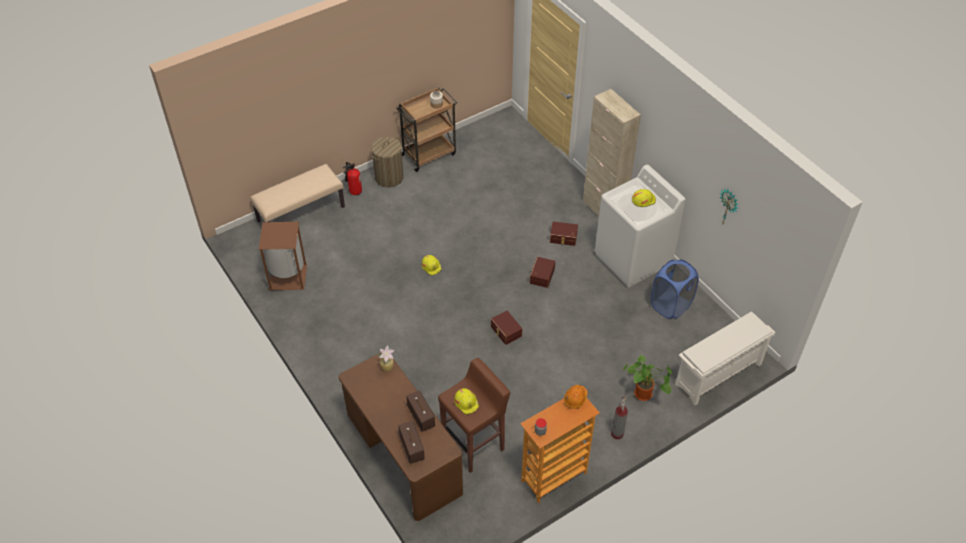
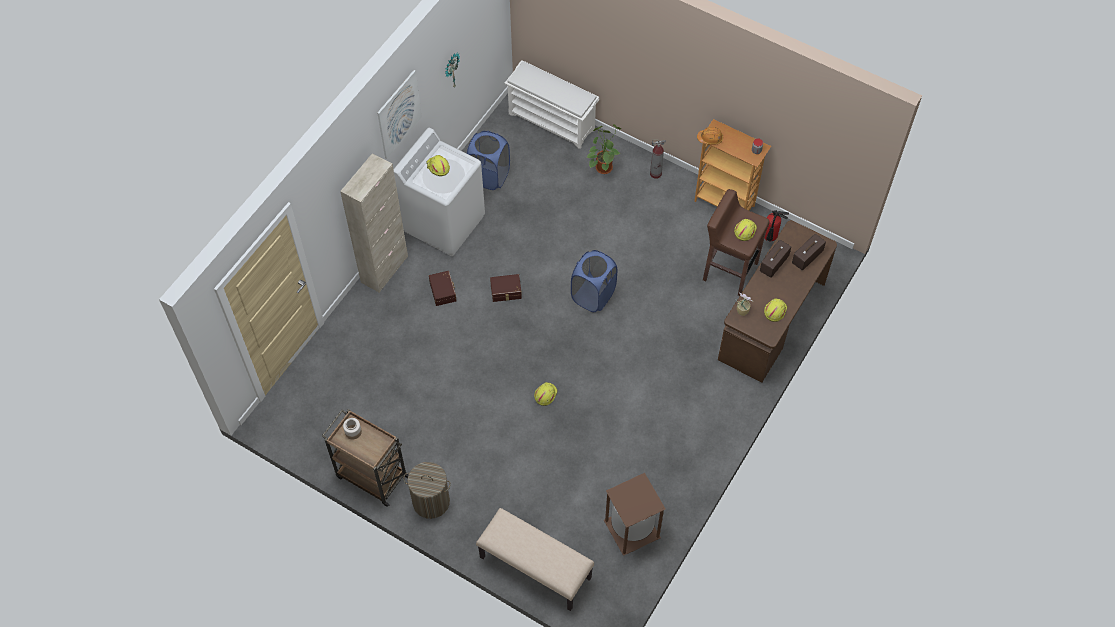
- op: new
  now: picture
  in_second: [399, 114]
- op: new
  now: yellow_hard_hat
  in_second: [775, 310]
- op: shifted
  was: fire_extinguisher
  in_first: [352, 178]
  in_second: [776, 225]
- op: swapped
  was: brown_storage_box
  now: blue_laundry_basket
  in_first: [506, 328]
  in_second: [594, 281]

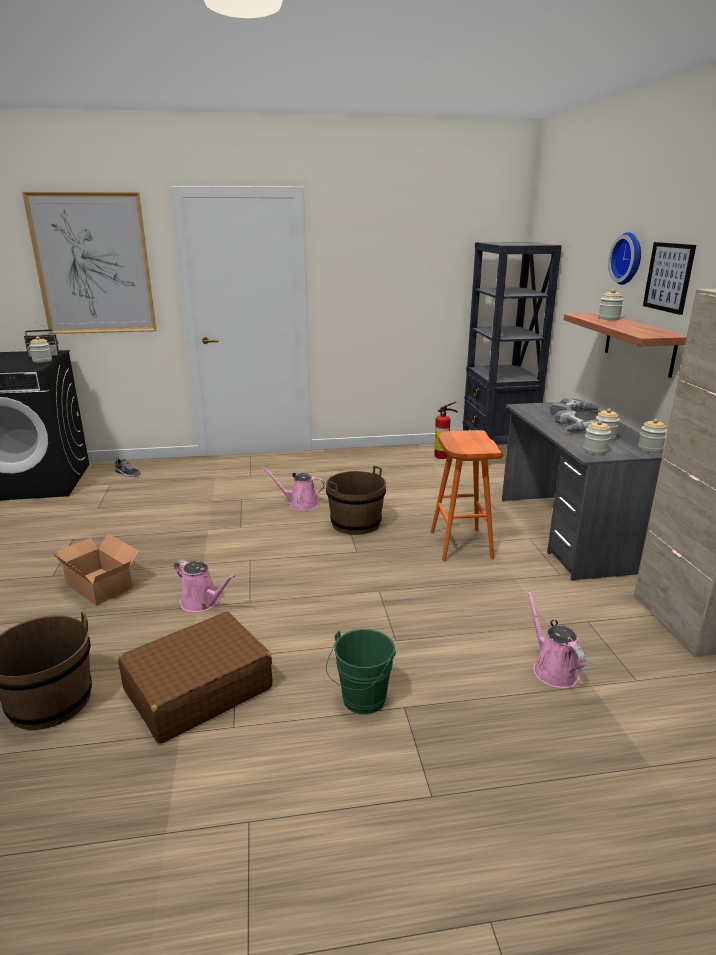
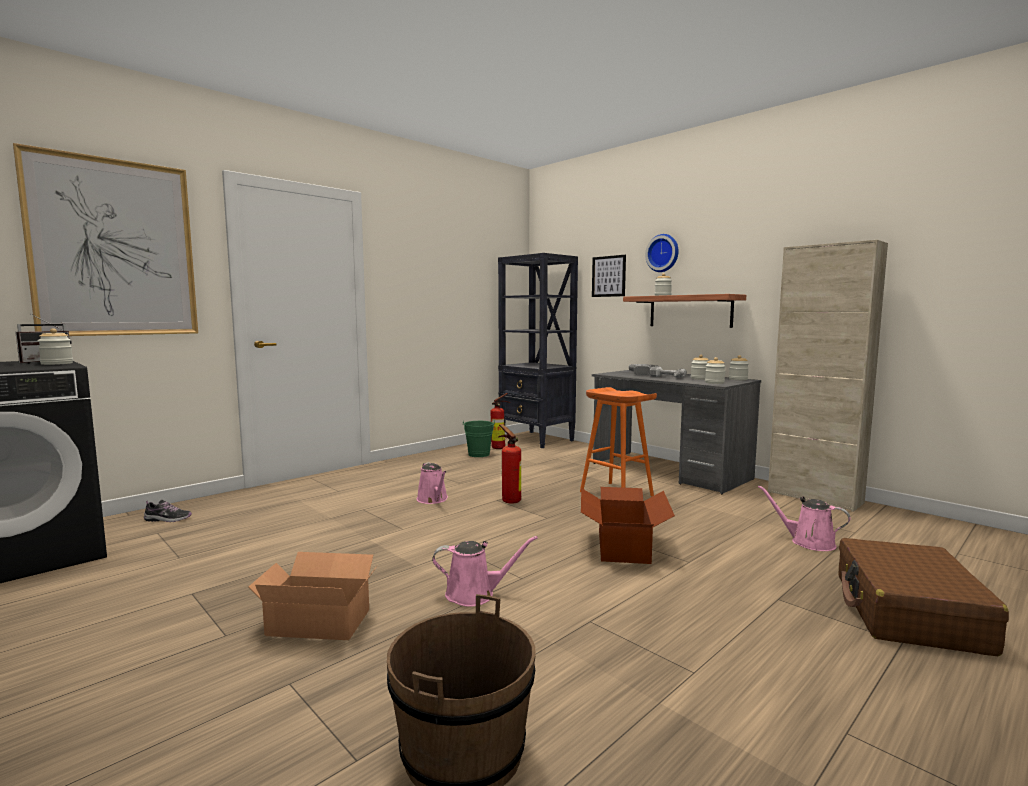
- op: new
  now: cardboard_box
  in_second: [628, 525]
- op: shifted
  was: brown_suitcase
  in_first: [195, 678]
  in_second: [924, 597]
- op: shifted
  was: green_bucket
  in_first: [361, 672]
  in_second: [479, 438]
- op: shifted
  was: picture
  in_first: [669, 278]
  in_second: [609, 276]
- op: swapped
  was: brown_bucket
  now: fire_extinguisher
  in_first: [356, 500]
  in_second: [509, 463]
- op: rotated
  was: pink_watering_can
  in_first: [294, 489]
  in_second: [432, 483]
  clockwise: -90

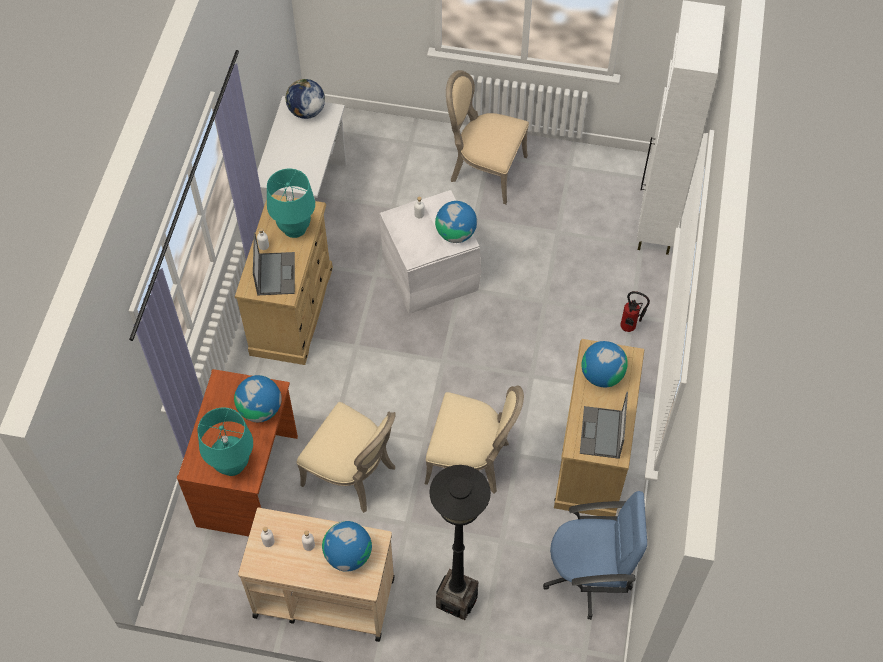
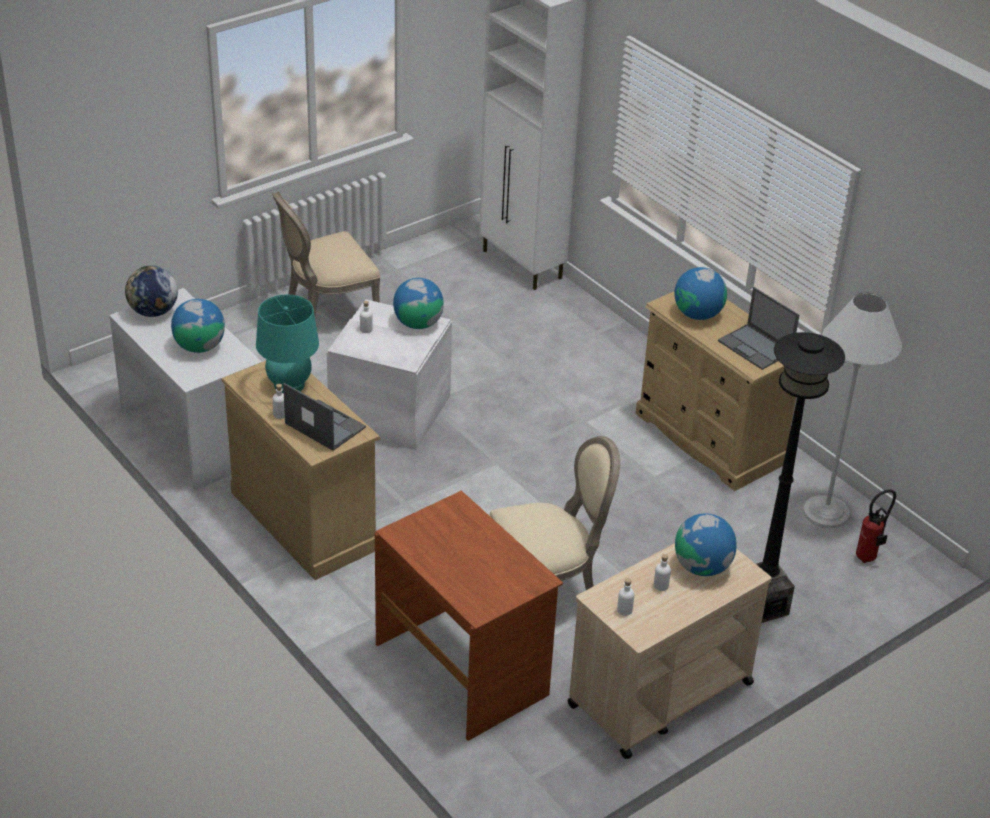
- op: gone
  was: turquoise_table_lamp
  in_first: [225, 441]
- op: gone
  was: beige_chair
  in_first: [474, 439]
- op: shifted
  was: globe
  in_first: [258, 398]
  in_second: [198, 326]
- op: shifted
  was: fire_extinguisher
  in_first: [635, 311]
  in_second: [876, 526]
- op: swapped
  was: blue_office_chair
  now: white_floor_lamp
  in_first: [595, 555]
  in_second: [852, 410]

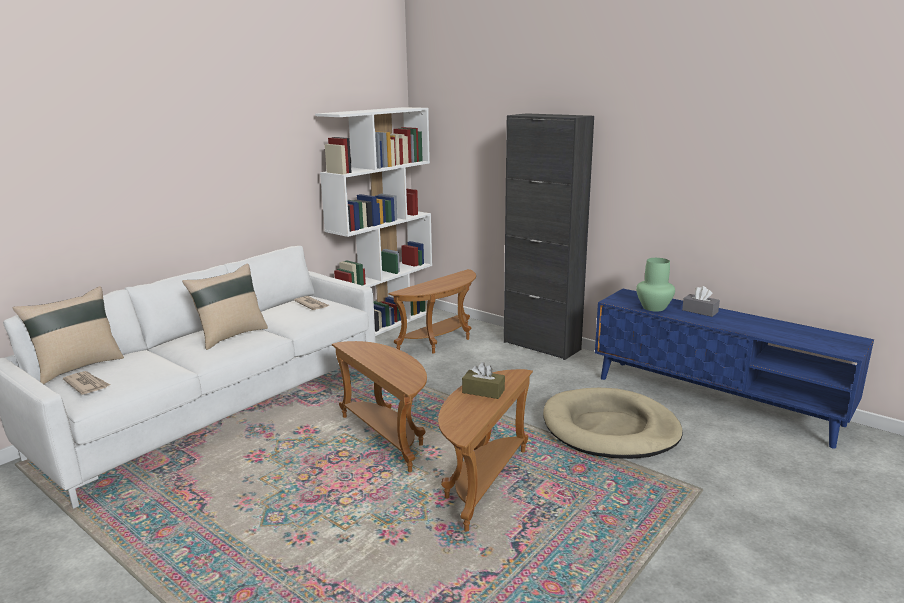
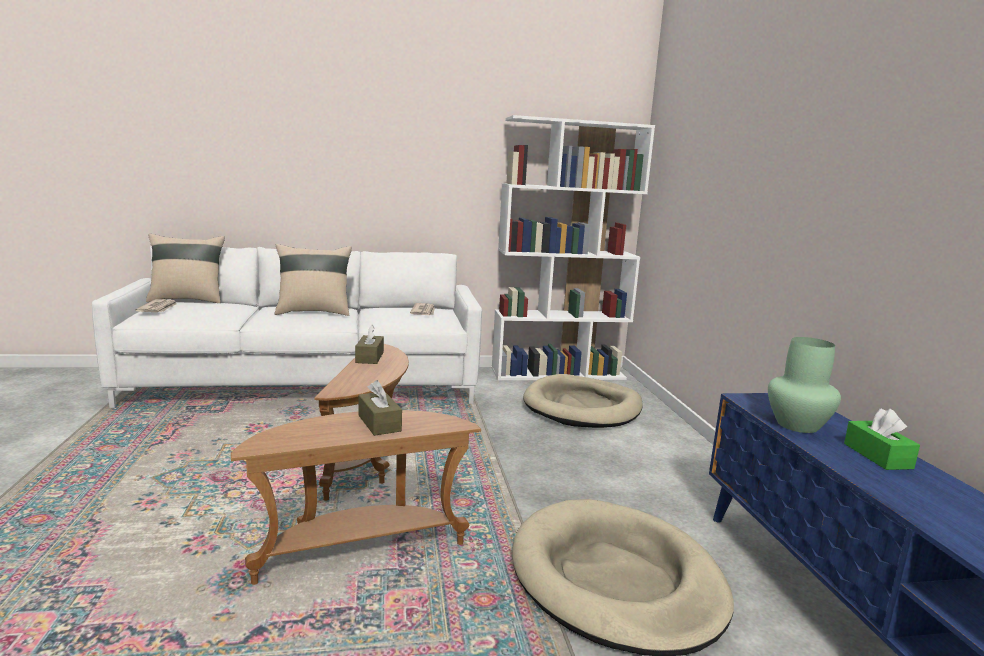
- op: gone
  was: black_cabinet
  in_first: [549, 236]
- op: new
  now: brown_tissue_box
  in_second: [369, 344]
- op: swapped
  was: brown_side_table
  now: beige_dog_bed
  in_first: [432, 311]
  in_second: [583, 401]
- op: repainted
  was: grey_tissue_box
  now: green_tissue_box
  in_first: [701, 301]
  in_second: [882, 439]

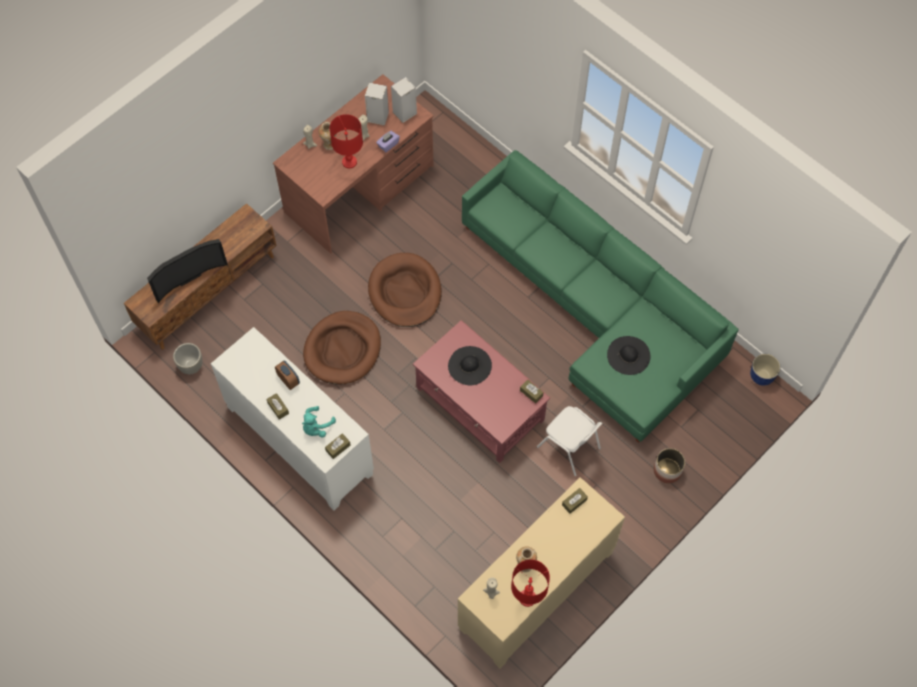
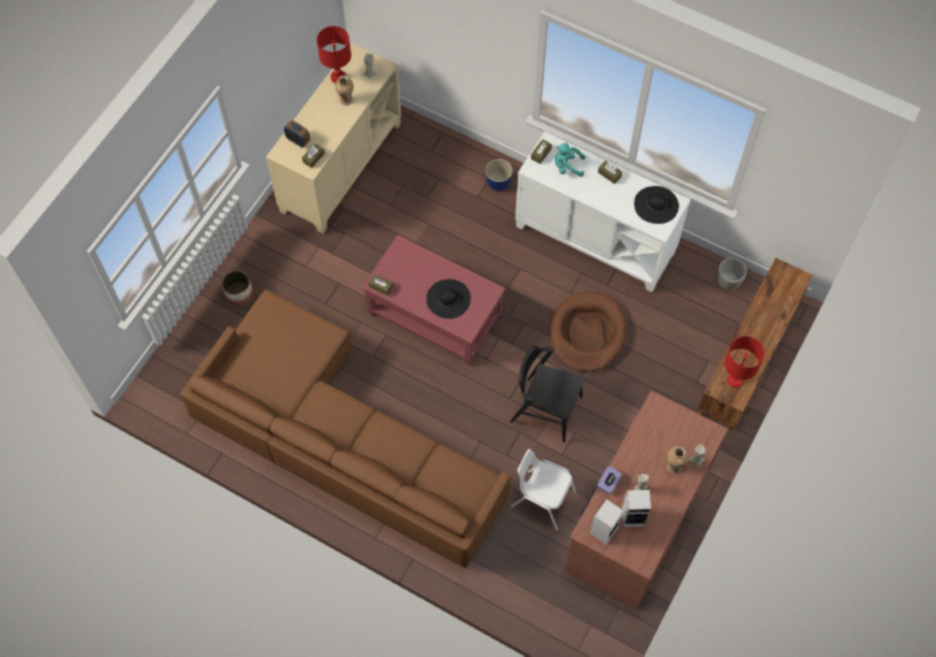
- op: gone
  was: television
  in_first: [187, 271]
- op: shifted
  was: alarm_clock
  in_first: [287, 375]
  in_second: [297, 134]
- op: shifted
  was: red_table_lamp
  in_first: [346, 141]
  in_second: [744, 362]
- op: shifted
  was: white_chair
  in_first: [569, 441]
  in_second: [543, 490]
- op: shifted
  was: black_hat
  in_first: [628, 355]
  in_second: [656, 205]
- op: shifted
  was: planter
  in_first: [765, 370]
  in_second: [499, 175]
- op: swapped
  was: brown_dog_bed
  now: black_chair
  in_first: [405, 290]
  in_second: [547, 394]
- op: repainted
  was: green_sofa
  now: brown_sofa
  in_first: [600, 296]
  in_second: [345, 428]
- op: rotated
  was: turquoise_plush_toy
  in_first: [319, 422]
  in_second: [570, 160]
  clockwise: -105

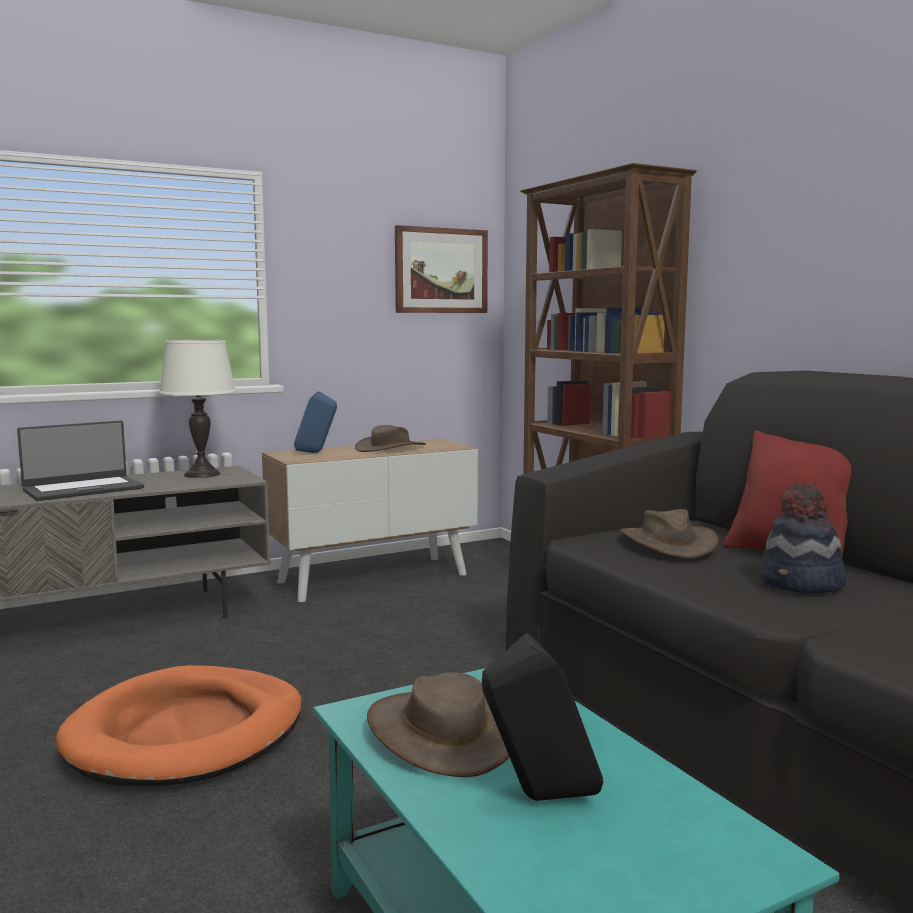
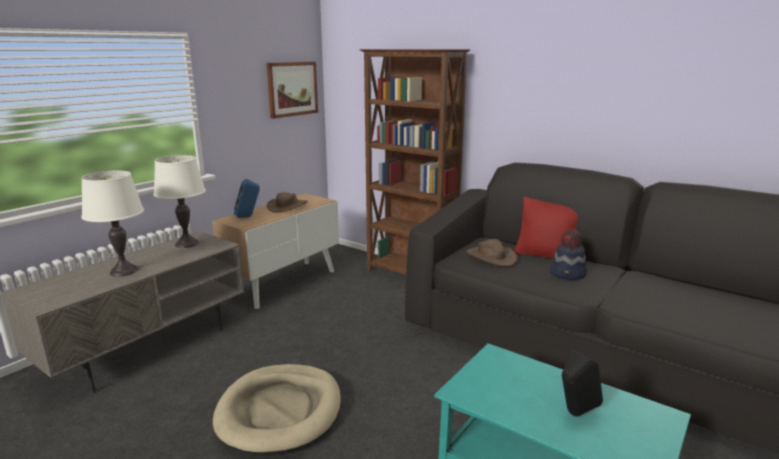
- op: gone
  was: brown_hat
  in_first: [438, 724]
- op: swapped
  was: laptop
  now: white_table_lamp
  in_first: [80, 461]
  in_second: [112, 223]
- op: repainted
  was: orange_dog_bed
  now: beige_dog_bed
  in_first: [179, 725]
  in_second: [277, 410]

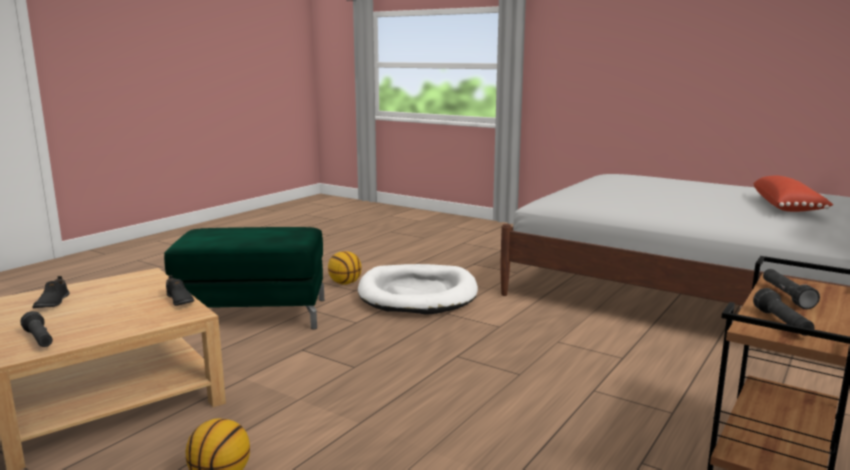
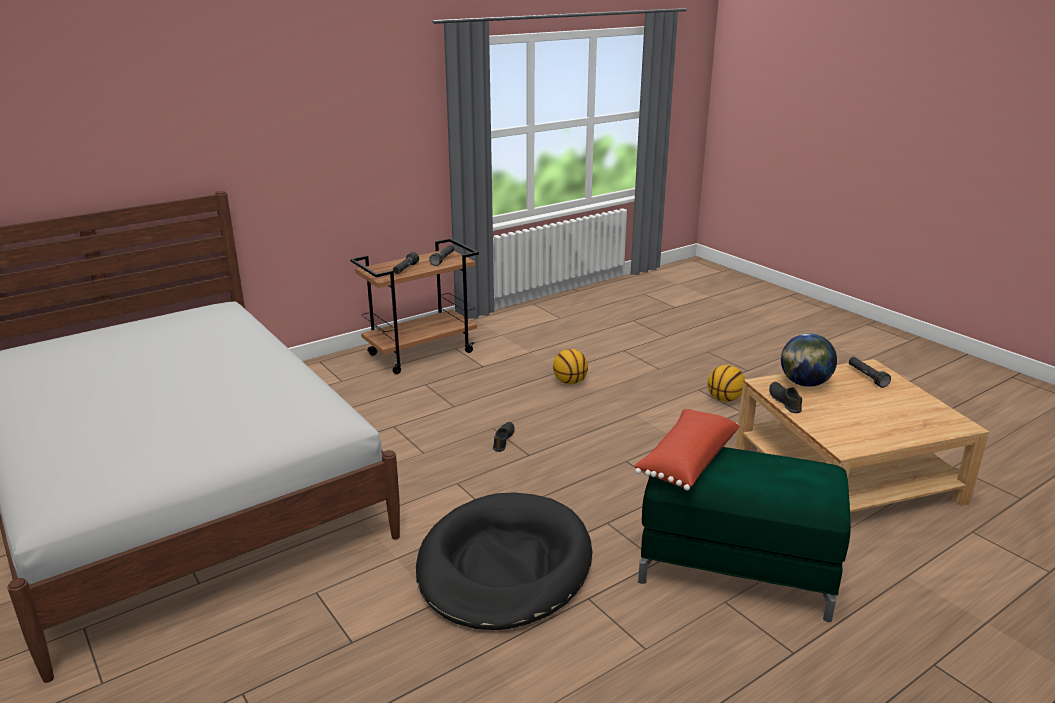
- op: new
  now: globe
  in_second: [809, 360]
- op: shifted
  was: black_shoe
  in_first: [51, 292]
  in_second: [504, 437]
- op: shifted
  was: basketball
  in_first: [344, 268]
  in_second: [570, 366]
- op: shifted
  was: red_pillow
  in_first: [793, 194]
  in_second: [687, 450]
- op: repainted
  was: white_dog_bed
  now: black_dog_bed
  in_first: [418, 289]
  in_second: [504, 561]

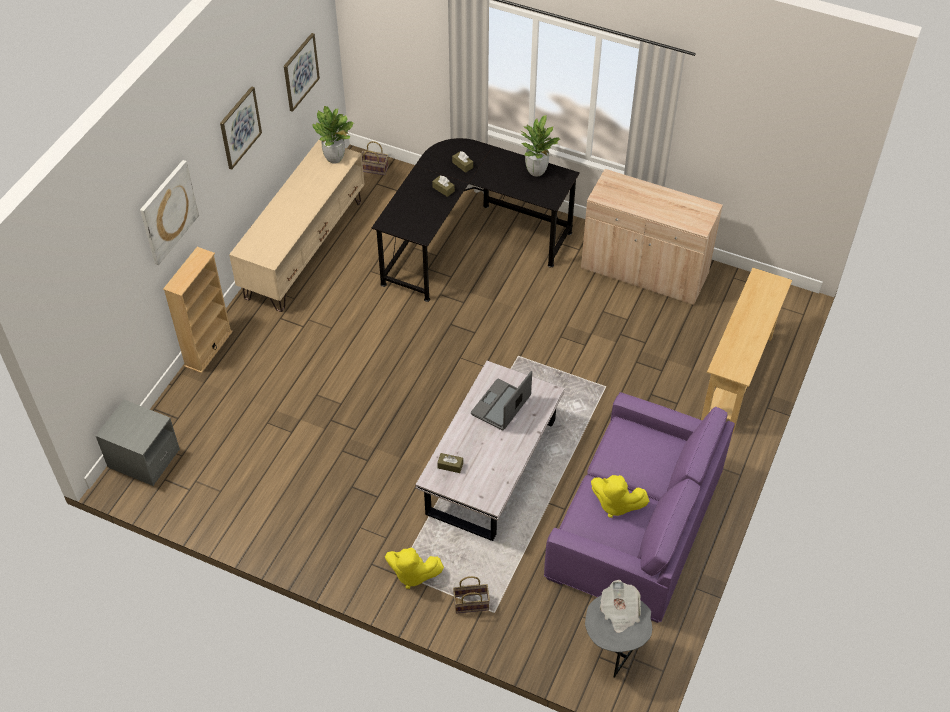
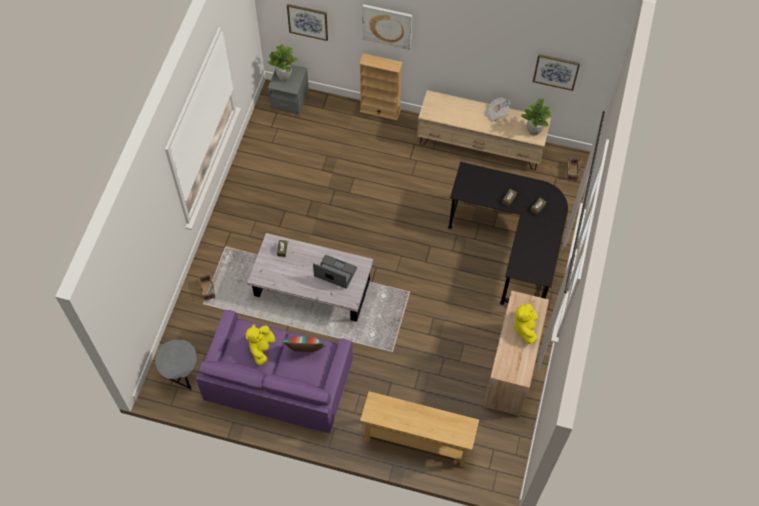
- op: new
  now: pillow
  in_second: [304, 344]
- op: shifted
  was: picture
  in_first: [241, 128]
  in_second: [307, 22]
- op: shifted
  was: yellow_plush_toy
  in_first: [414, 568]
  in_second: [525, 323]
- op: shifted
  was: potted_plant
  in_first: [540, 145]
  in_second: [282, 62]
- op: shifted
  was: newspaper
  in_first: [620, 606]
  in_second: [496, 109]

